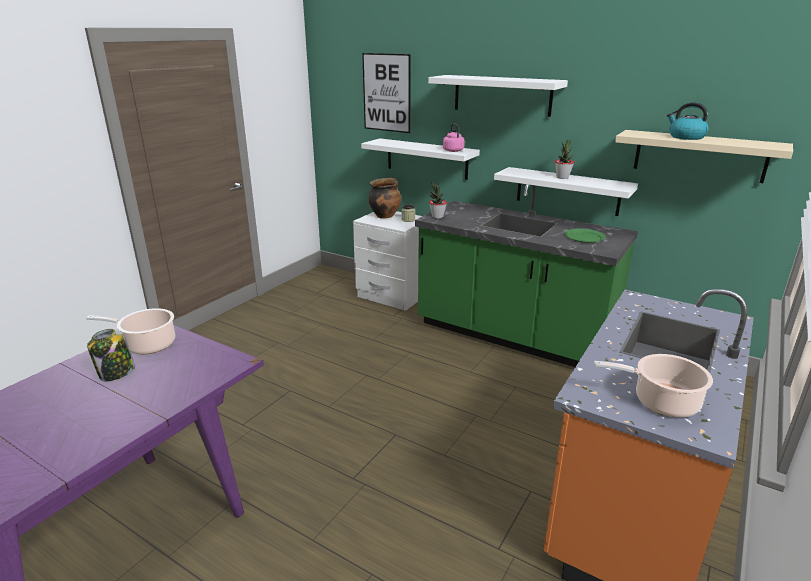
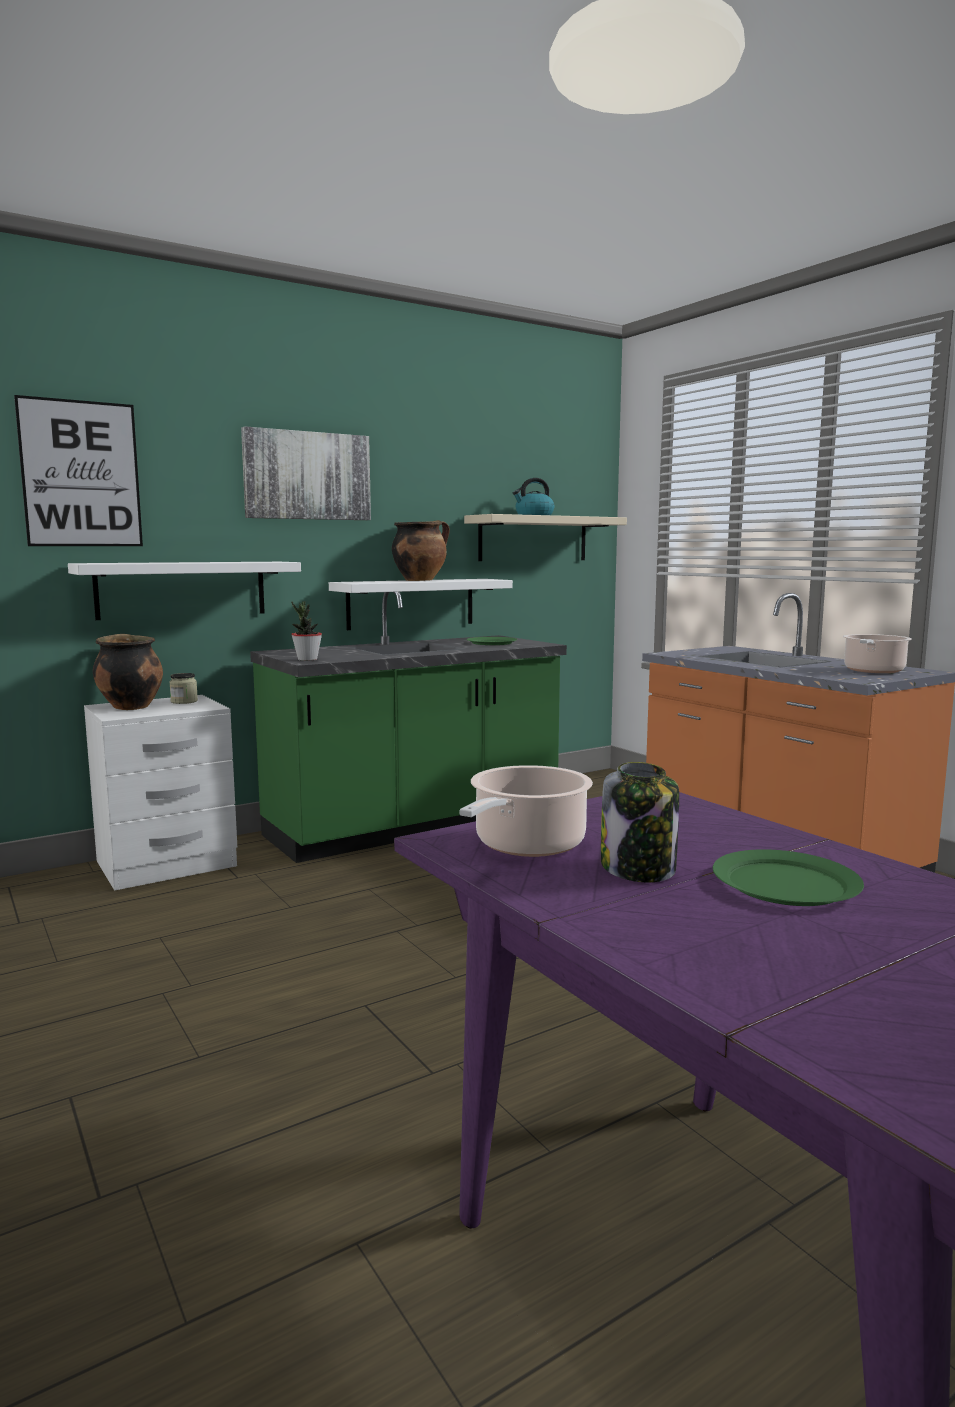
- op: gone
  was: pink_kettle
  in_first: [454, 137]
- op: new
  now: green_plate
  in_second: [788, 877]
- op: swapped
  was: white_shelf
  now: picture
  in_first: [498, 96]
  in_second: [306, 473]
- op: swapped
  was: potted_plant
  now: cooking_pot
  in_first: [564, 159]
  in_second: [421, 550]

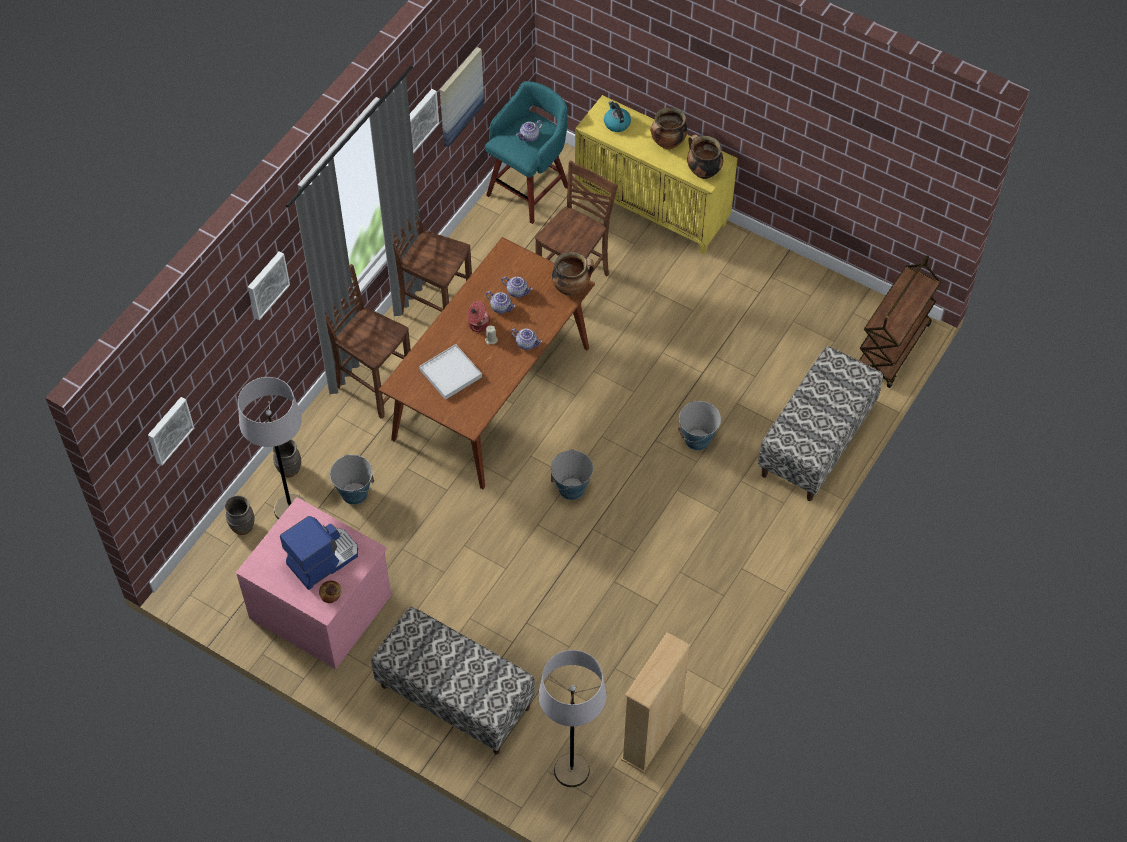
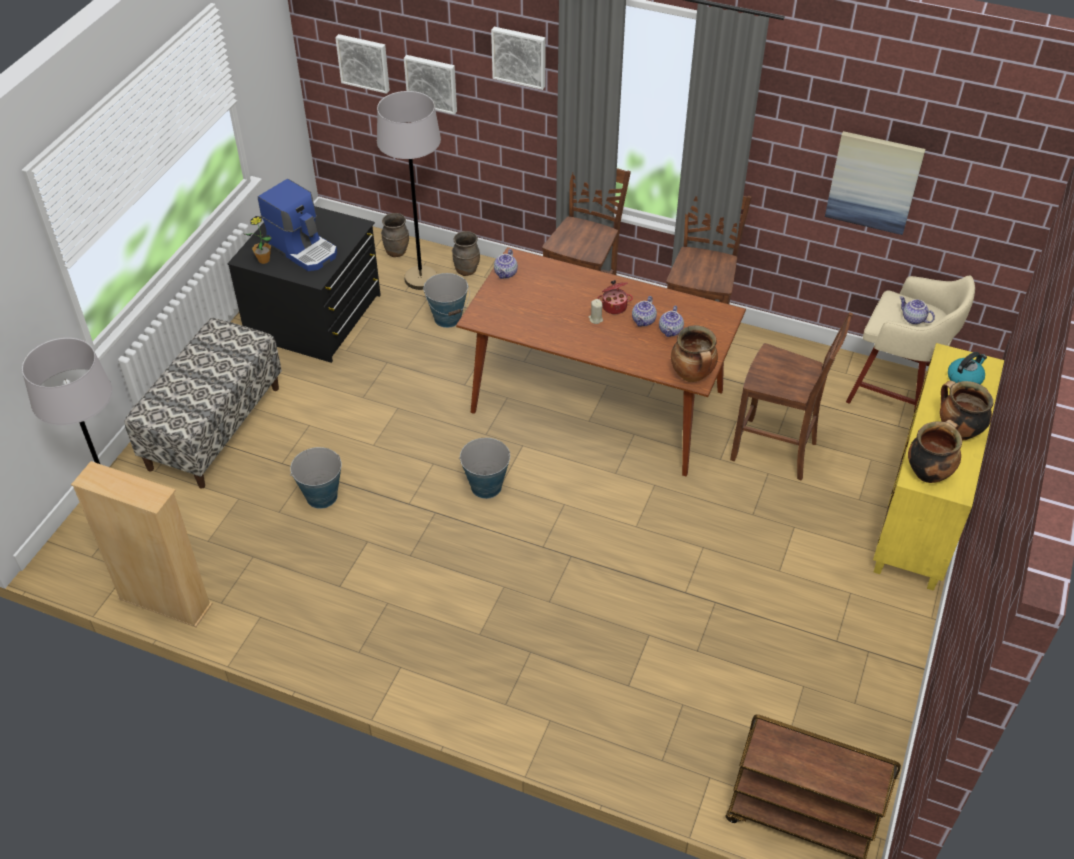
- op: gone
  was: white_tray
  in_first: [450, 372]
- op: gone
  was: bench
  in_first: [820, 423]
- op: shifted
  was: picture
  in_first: [424, 121]
  in_second: [430, 85]
- op: shifted
  was: teapot
  in_first: [526, 339]
  in_second: [506, 264]
- op: shifted
  was: bucket
  in_first: [699, 425]
  in_second: [316, 478]
- op: swapped
  was: bread
  now: potted_plant
  in_first: [330, 592]
  in_second: [258, 240]
- op: repainted
  was: pink_dresser
  now: black_dresser
  in_first: [313, 583]
  in_second: [304, 284]
- op: repainted
  was: turquoise_stool
  now: beige_stool
  in_first: [526, 152]
  in_second: [910, 343]

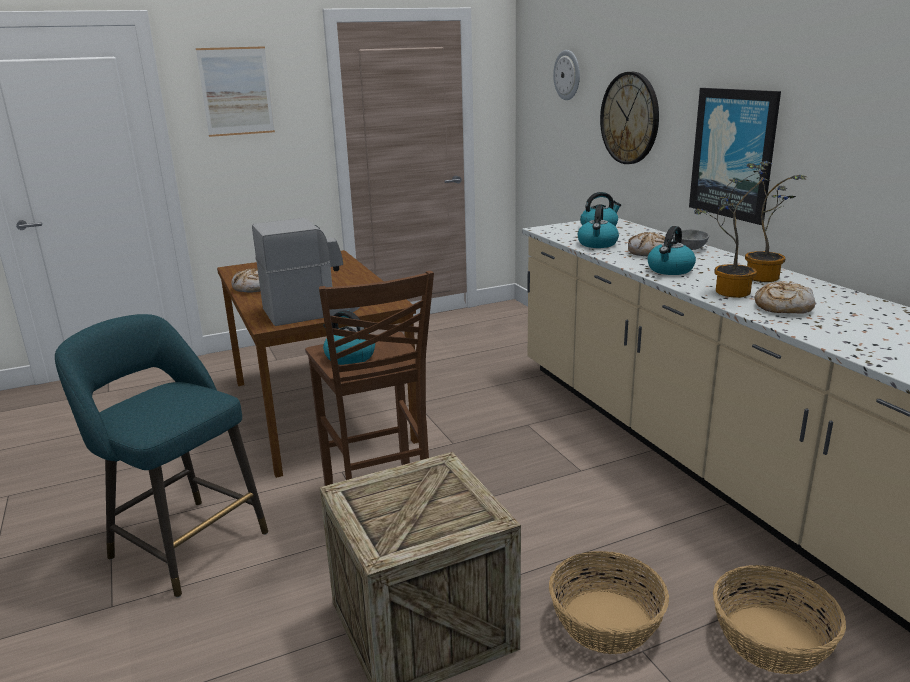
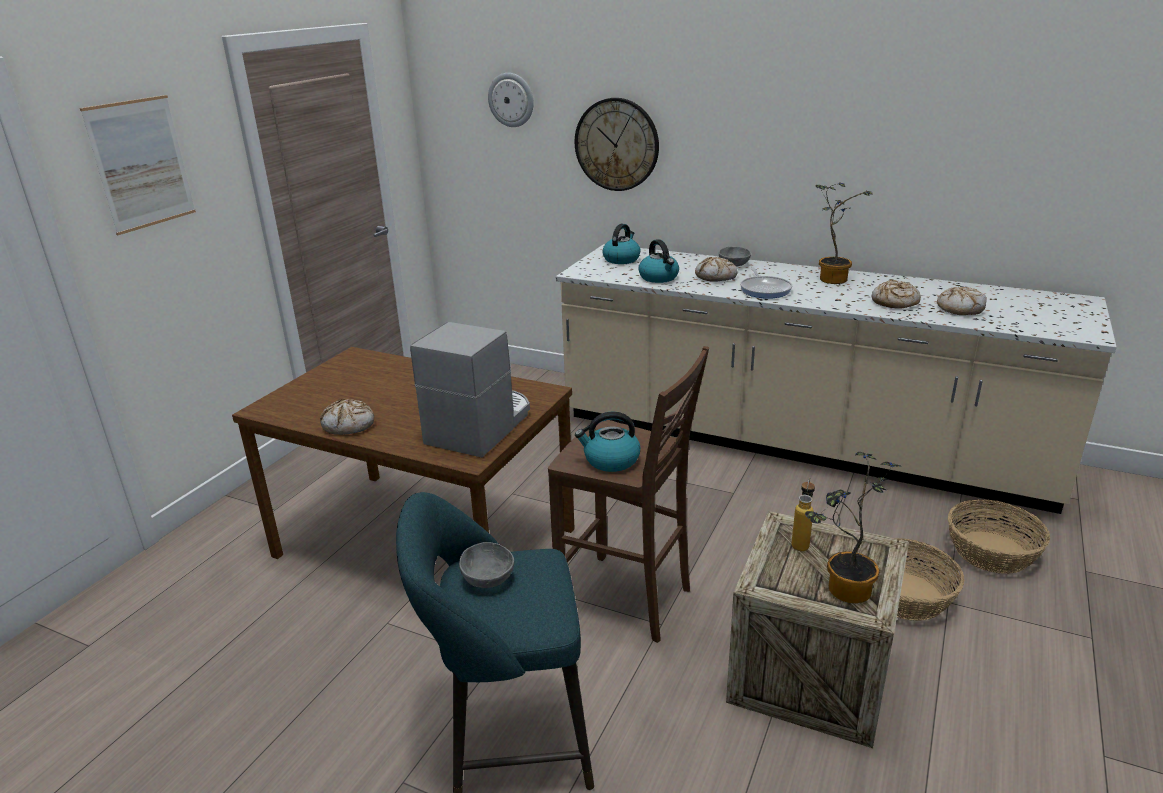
- op: gone
  was: picture
  in_first: [735, 156]
- op: new
  now: grey_bowl
  in_second: [486, 565]
- op: new
  now: bottle
  in_second: [803, 514]
- op: new
  now: bread
  in_second: [962, 301]
- op: shifted
  was: potted_plant
  in_first: [731, 234]
  in_second: [852, 527]
- op: swapped
  was: kettle
  now: frying_pan
  in_first: [671, 250]
  in_second: [766, 282]

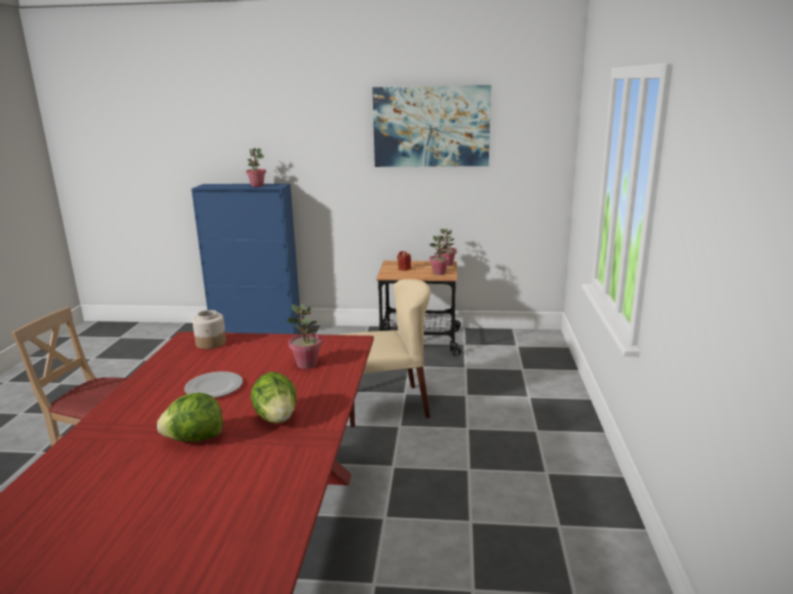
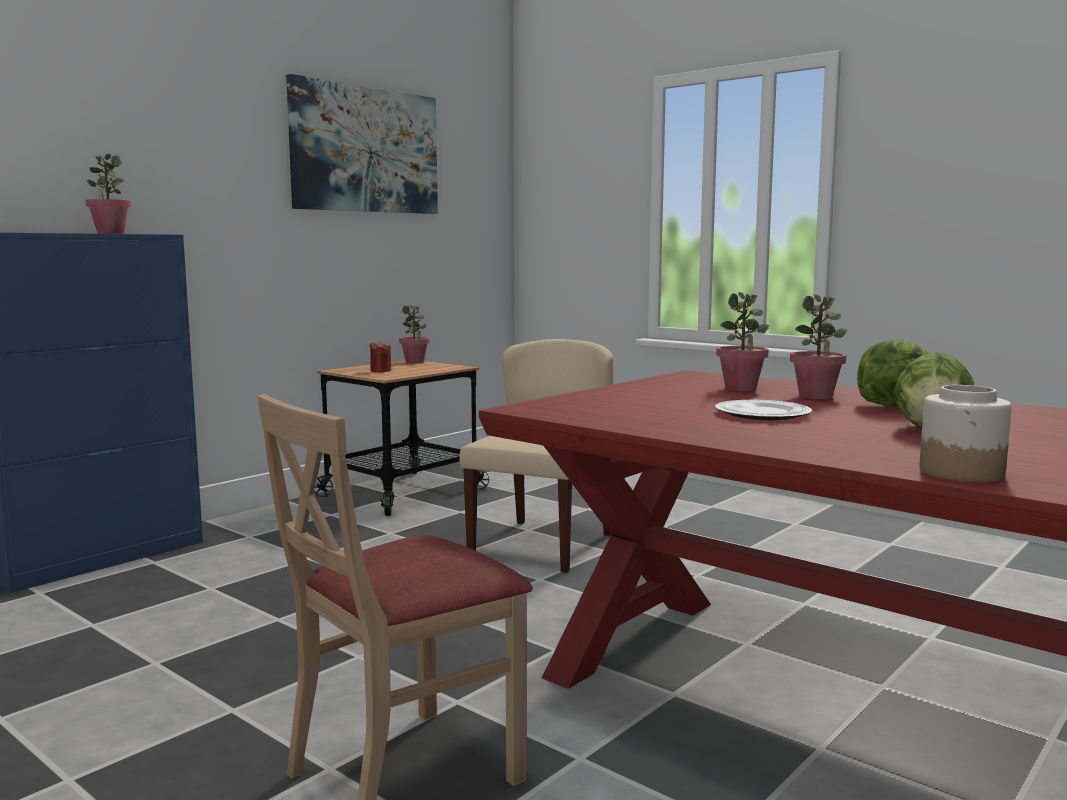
- op: shifted
  was: jar
  in_first: [209, 329]
  in_second: [965, 433]
- op: shifted
  was: potted_plant
  in_first: [439, 255]
  in_second: [818, 346]

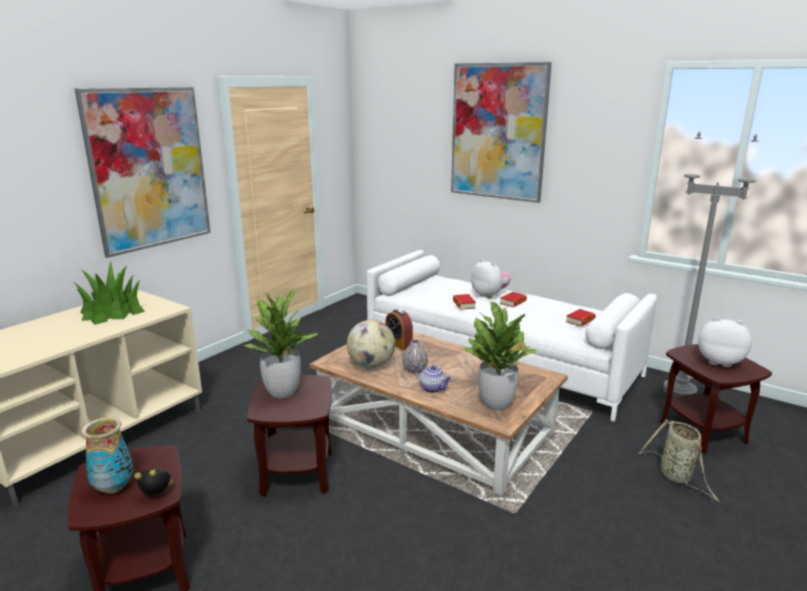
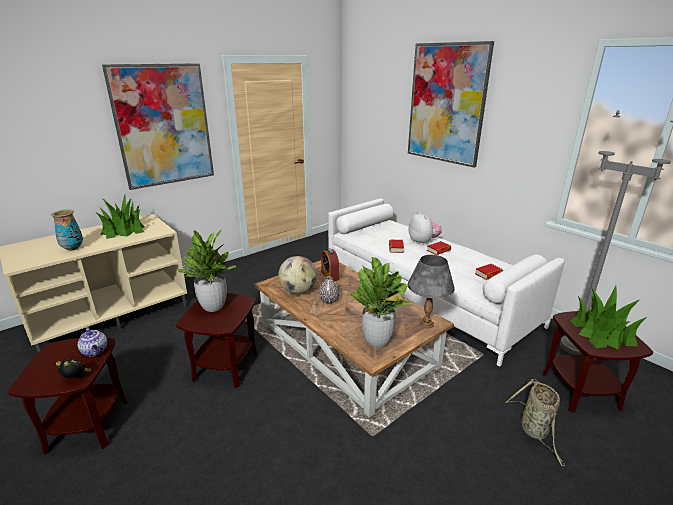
- op: new
  now: grey_table_lamp
  in_second: [431, 291]
- op: shifted
  was: vase
  in_first: [107, 455]
  in_second: [67, 230]
- op: shifted
  was: teapot
  in_first: [433, 379]
  in_second: [92, 341]
- op: swapped
  was: plush_toy
  now: potted_plant
  in_first: [725, 342]
  in_second: [608, 318]

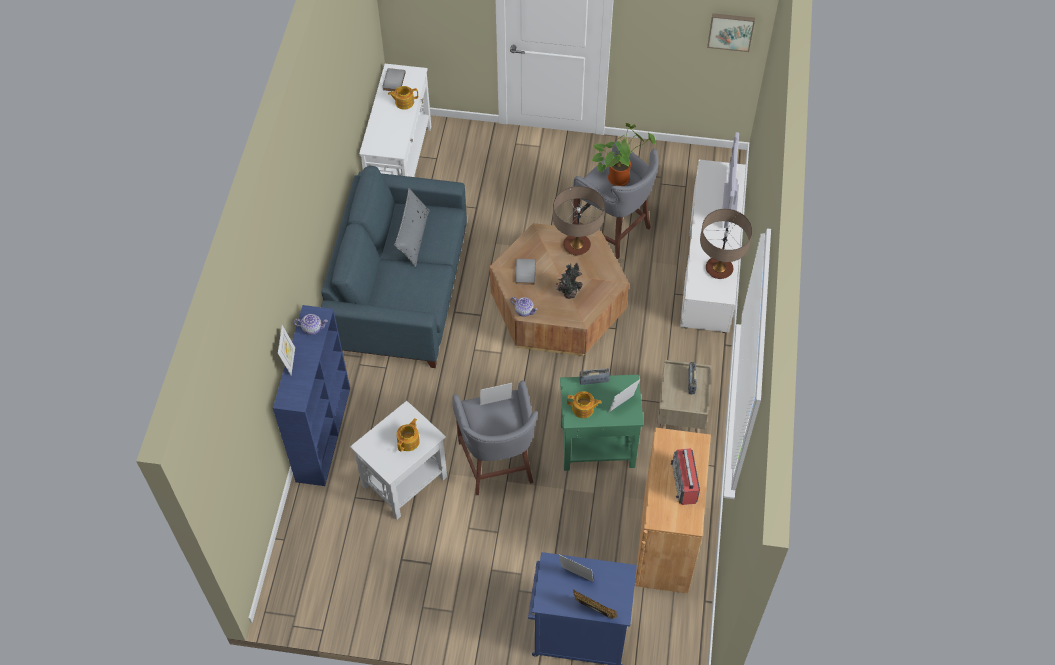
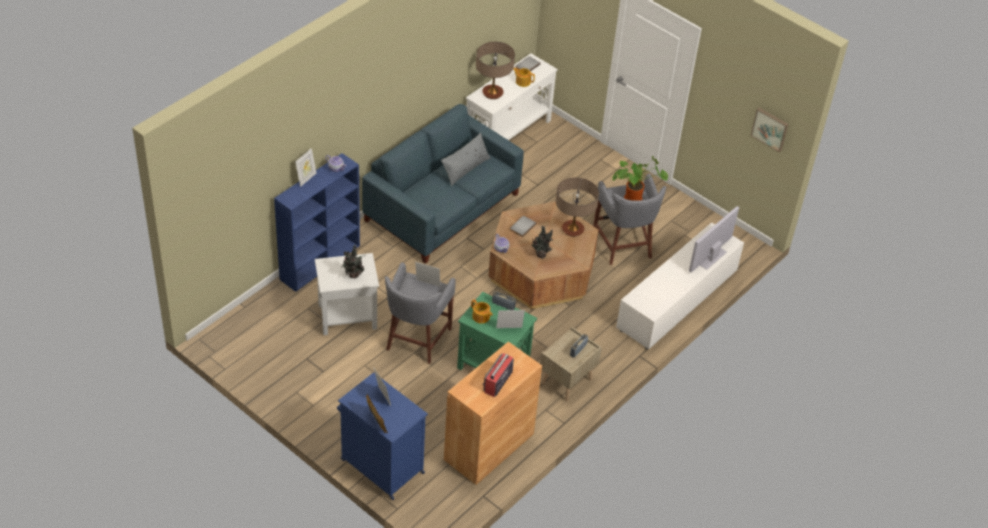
- op: shifted
  was: table_lamp
  in_first: [726, 244]
  in_second: [495, 70]
- op: swapped
  was: teapot
  now: potted_plant
  in_first: [408, 435]
  in_second: [353, 261]

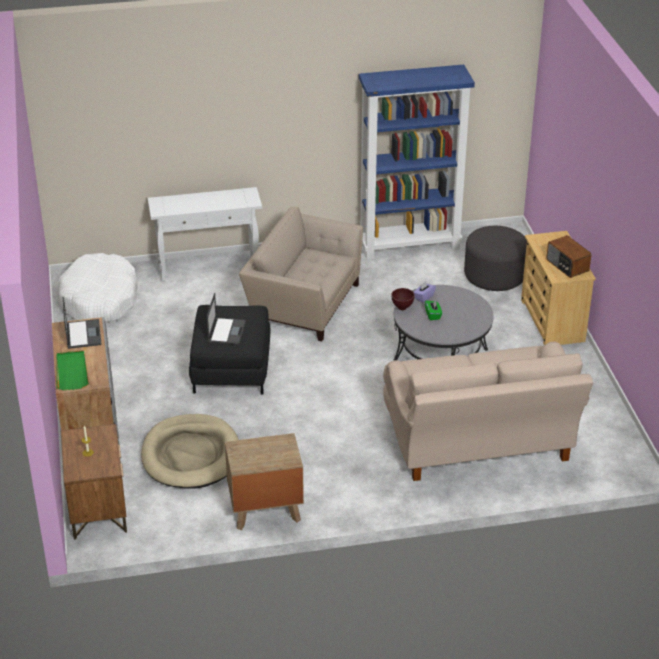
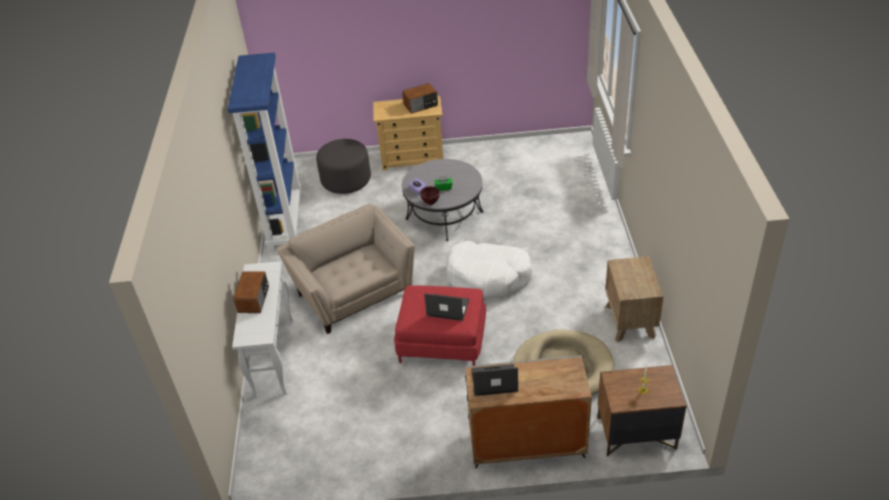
- op: gone
  was: green_tray
  in_first: [72, 370]
- op: gone
  was: beige_sofa
  in_first: [488, 411]
- op: new
  now: radio
  in_second: [251, 292]
- op: shifted
  was: white_dog_bed
  in_first: [98, 288]
  in_second: [489, 269]
- op: repainted
  was: black_ottoman
  now: red_ottoman
  in_first: [229, 349]
  in_second: [440, 325]
- op: rotated
  was: beige_armchair
  in_first: [301, 274]
  in_second: [346, 269]
  clockwise: 120

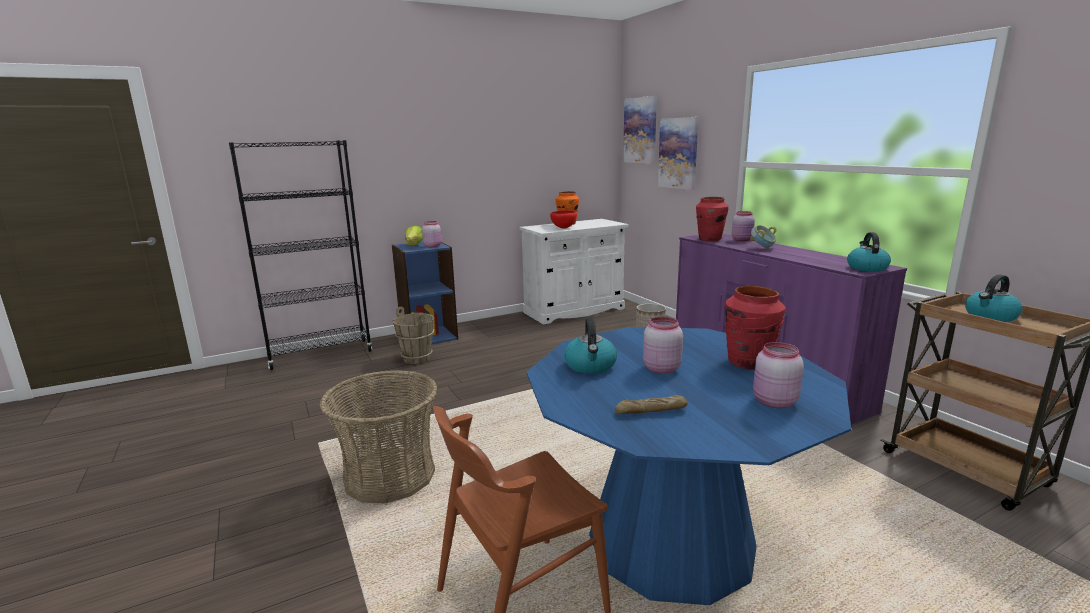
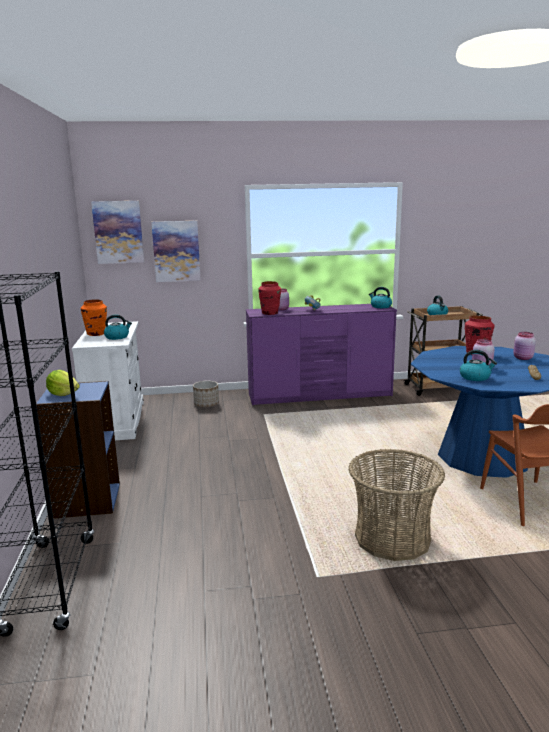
- op: gone
  was: brown_bucket
  in_first: [413, 335]
- op: gone
  was: pink_jar
  in_first: [432, 234]
- op: swapped
  was: red_bowl
  now: kettle
  in_first: [563, 219]
  in_second: [118, 327]

